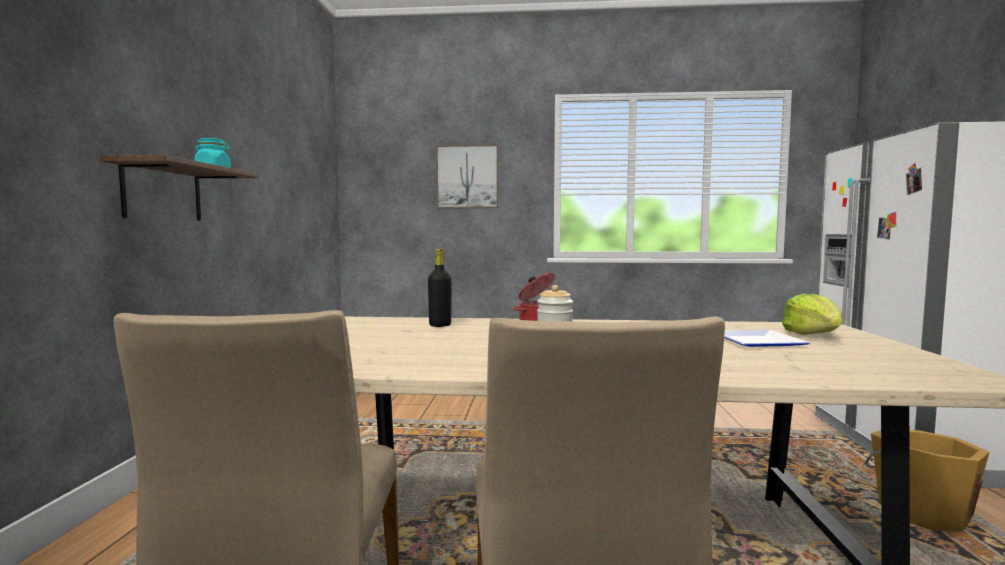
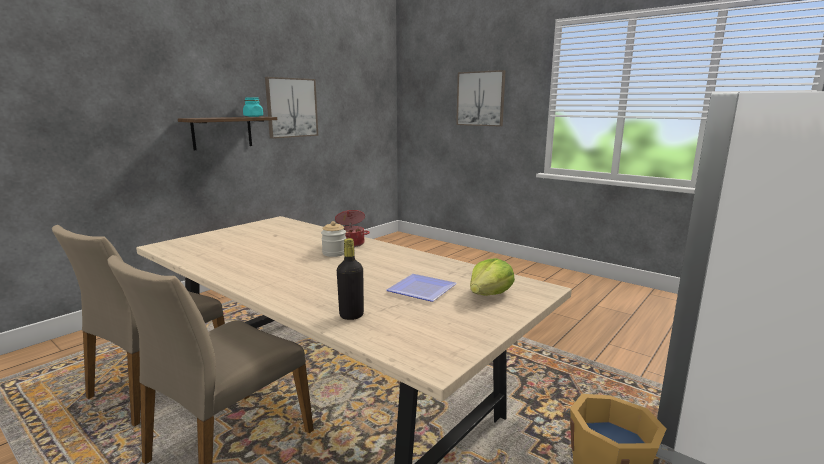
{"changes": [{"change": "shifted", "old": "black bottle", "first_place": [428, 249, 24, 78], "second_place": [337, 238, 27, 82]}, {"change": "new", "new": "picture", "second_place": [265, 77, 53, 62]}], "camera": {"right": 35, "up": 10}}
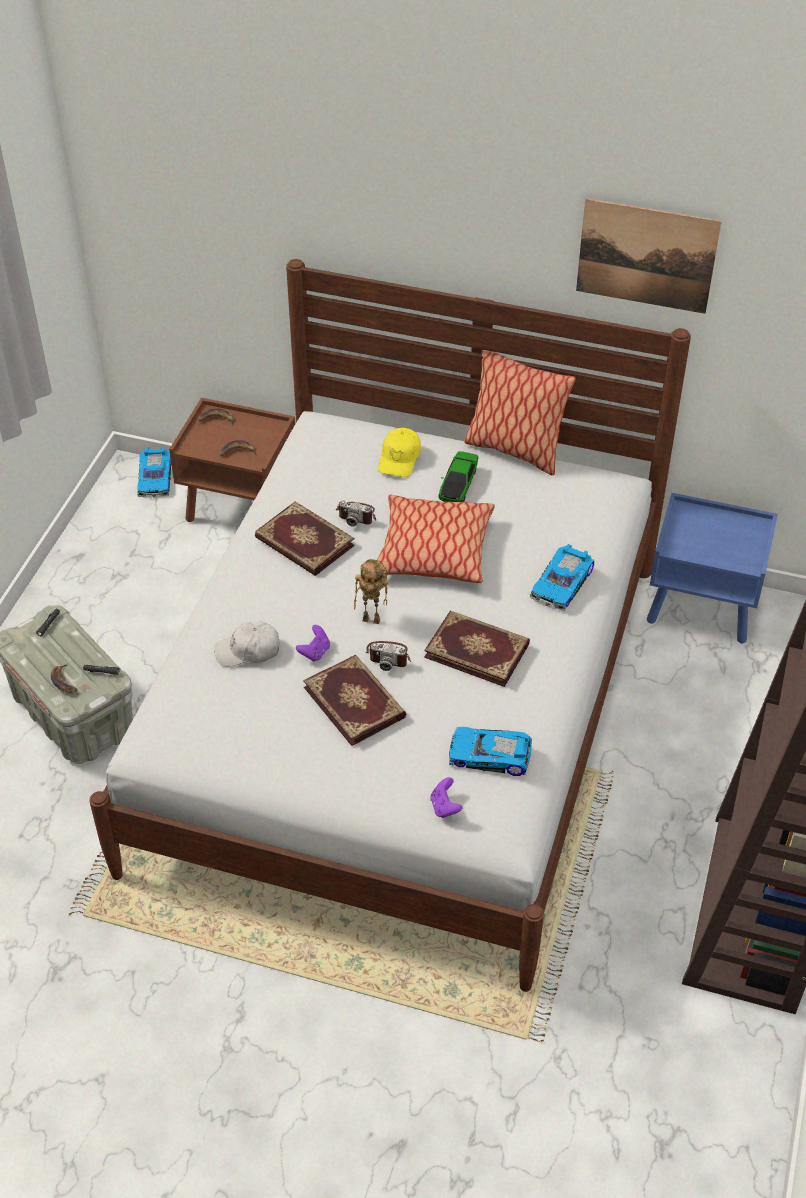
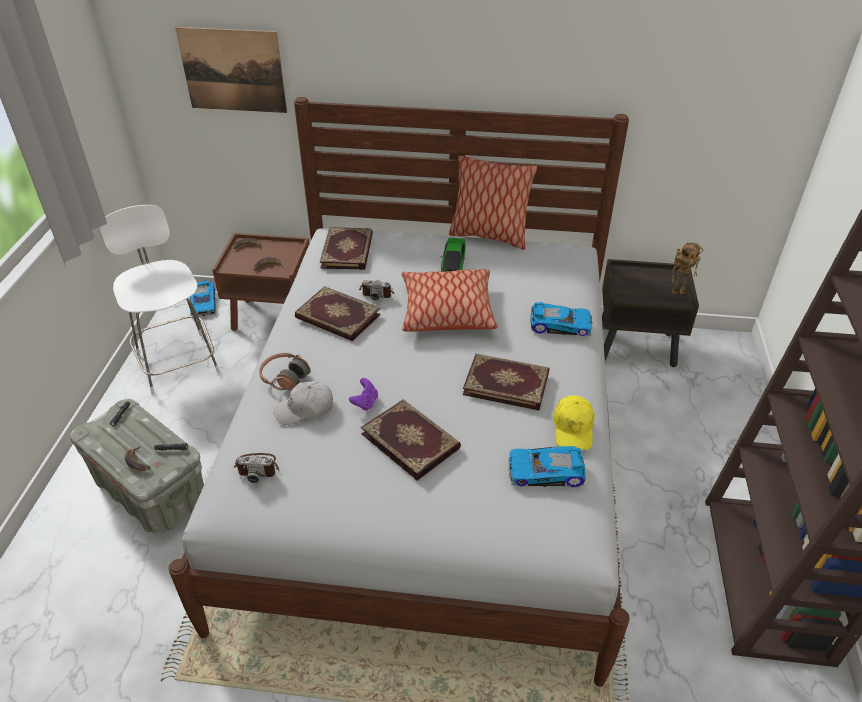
{"changes": [{"change": "shifted", "old": "picture", "first_place": [576, 198, 146, 116], "second_place": [175, 27, 112, 86]}, {"change": "shifted", "old": "yellow cap", "first_place": [378, 428, 43, 49], "second_place": [553, 395, 42, 55]}, {"change": "repainted", "old": "blue nightstand", "new": "brown nightstand", "first_place": [647, 493, 131, 150], "second_place": [602, 259, 97, 108]}, {"change": "rotated", "old": "toy car", "first_place": [530, 544, 64, 67], "second_place": [530, 302, 62, 34], "degrees": -105}, {"change": "shifted", "old": "toy robot", "first_place": [354, 559, 35, 65], "second_place": [672, 242, 31, 52]}, {"change": "shifted", "old": "photo camera", "first_place": [365, 641, 46, 30], "second_place": [234, 453, 45, 30]}, {"change": "gone", "old": "purple game controller", "first_place": [430, 777, 32, 41]}, {"change": "new", "new": "white stool", "second_place": [100, 205, 120, 190]}, {"change": "new", "new": "book", "second_place": [320, 227, 53, 43]}, {"change": "new", "new": "headphones", "second_place": [259, 353, 52, 37]}], "camera": {"right": -10, "up": -5}}
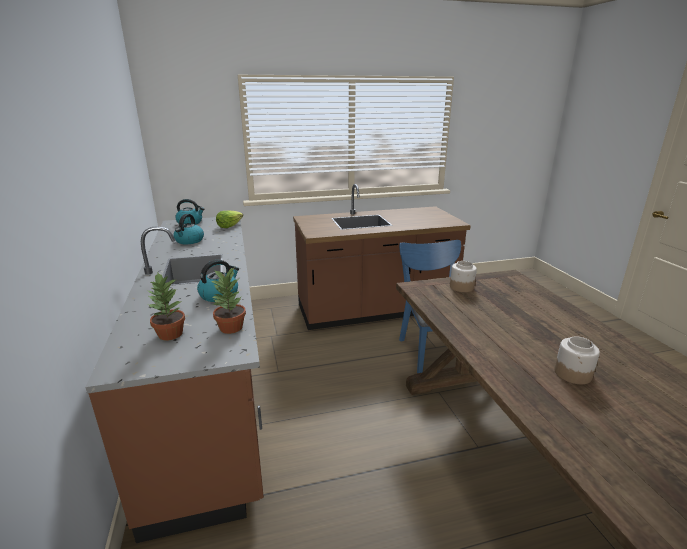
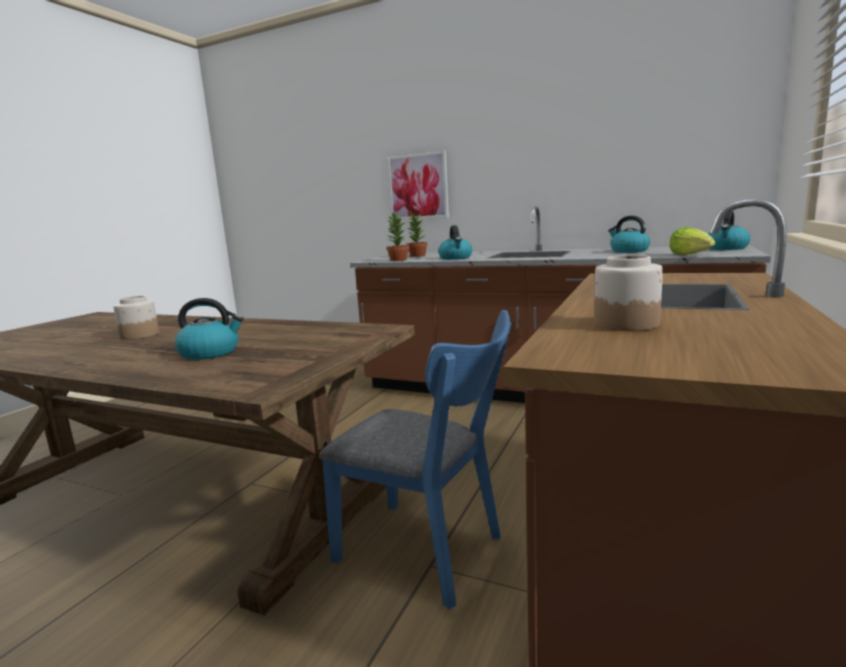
{"changes": [{"change": "shifted", "old": "jar", "first_place": [450, 261, 27, 31], "second_place": [594, 255, 69, 76]}, {"change": "new", "new": "picture", "second_place": [387, 151, 62, 70]}, {"change": "new", "new": "kettle", "second_place": [175, 298, 69, 62]}], "camera": {"right": 130, "up": -10}}
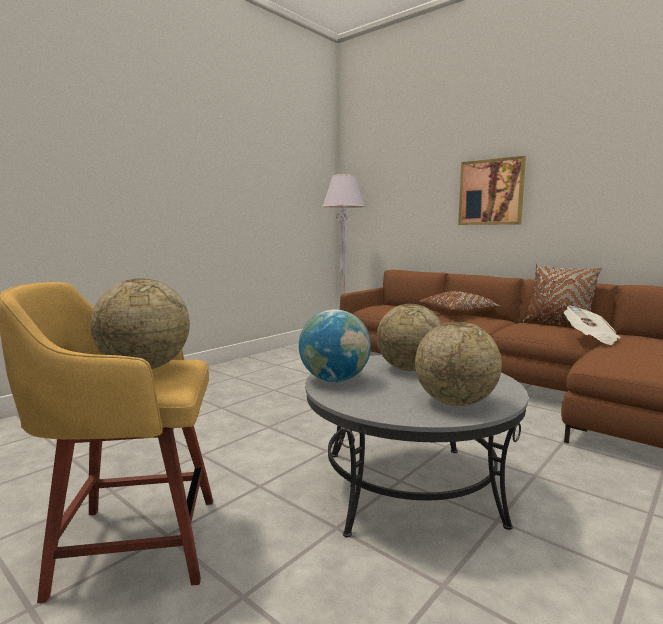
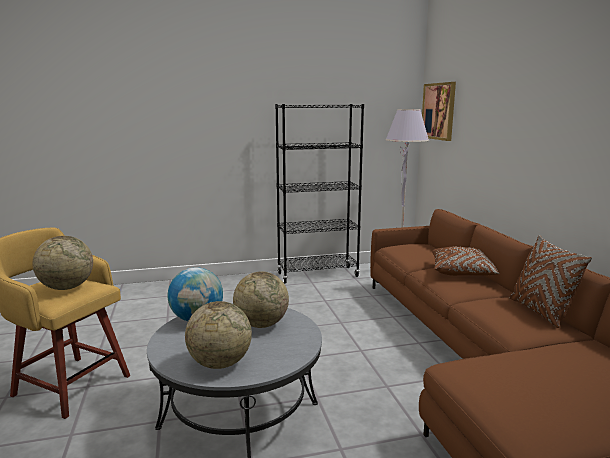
{"changes": [{"change": "shifted", "old": "picture", "first_place": [458, 156, 68, 69], "second_place": [422, 82, 34, 59]}, {"change": "gone", "old": "newspaper", "first_place": [564, 306, 56, 39]}, {"change": "new", "new": "black bookcase", "second_place": [275, 104, 89, 179]}], "camera": {"right": 35, "up": 5}}
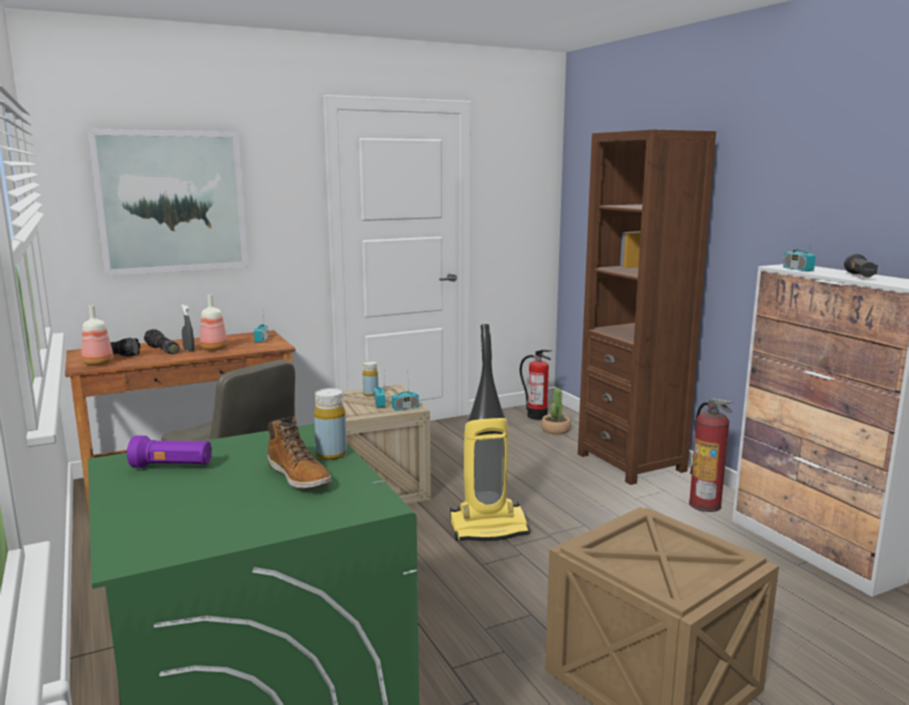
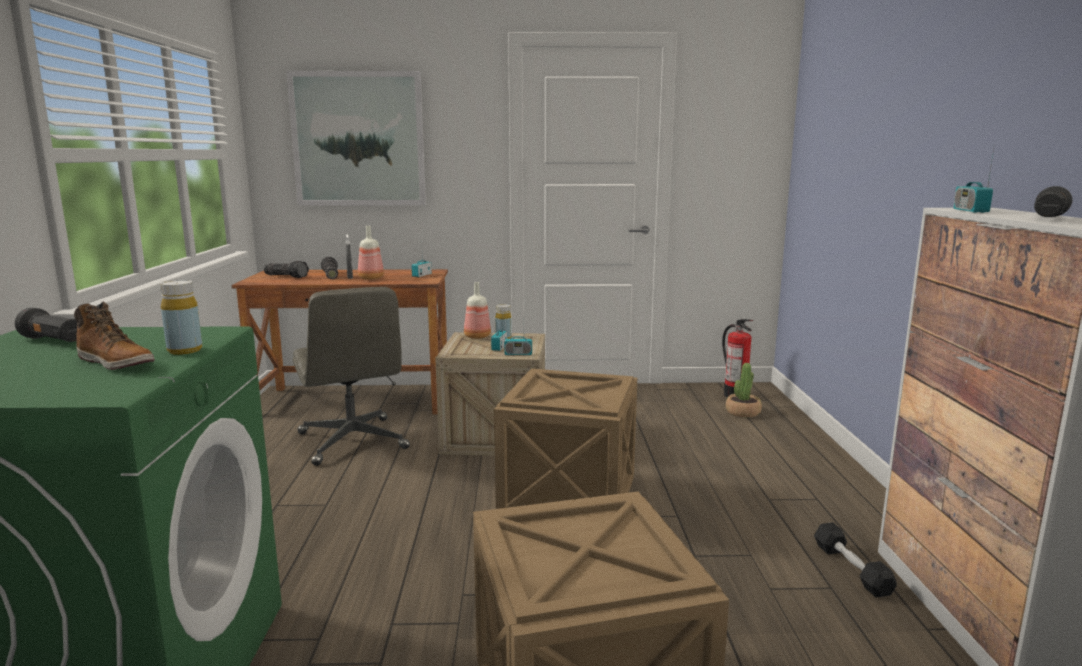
{"changes": [{"change": "gone", "old": "brown bookcase", "first_place": [578, 129, 138, 356]}, {"change": "shifted", "old": "bottle", "first_place": [81, 305, 33, 61], "second_place": [464, 282, 27, 57]}, {"change": "swapped", "old": "vacuum cleaner", "new": "crate", "first_place": [450, 324, 80, 217], "second_place": [494, 368, 143, 141]}, {"change": "gone", "old": "fire extinguisher", "first_place": [689, 398, 44, 114]}, {"change": "rotated", "old": "boot", "first_place": [268, 416, 64, 73], "second_place": [74, 301, 81, 69], "degrees": -45}, {"change": "repainted", "old": "purple flashlight", "new": "black flashlight", "first_place": [127, 436, 85, 32], "second_place": [15, 308, 62, 34]}, {"change": "new", "new": "black dumbbell", "second_place": [814, 522, 83, 76]}], "camera": {"right": 25, "up": 0}}
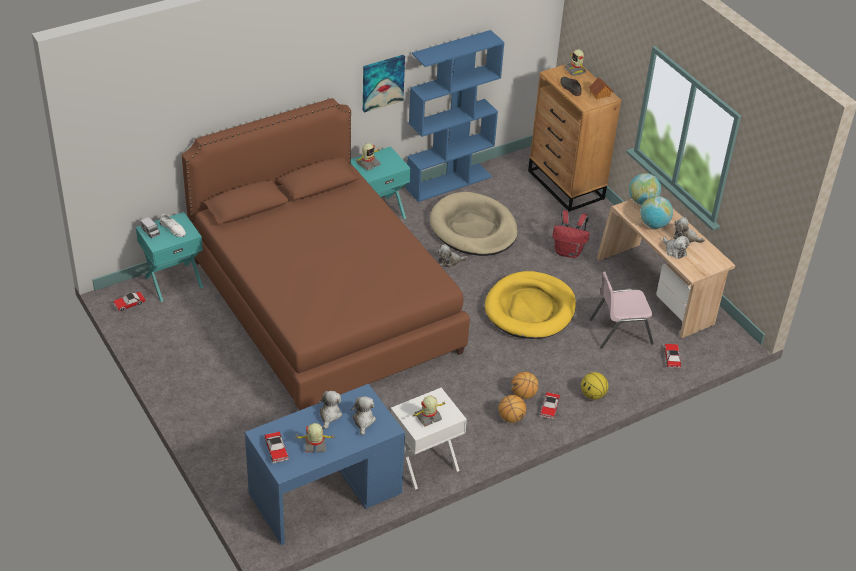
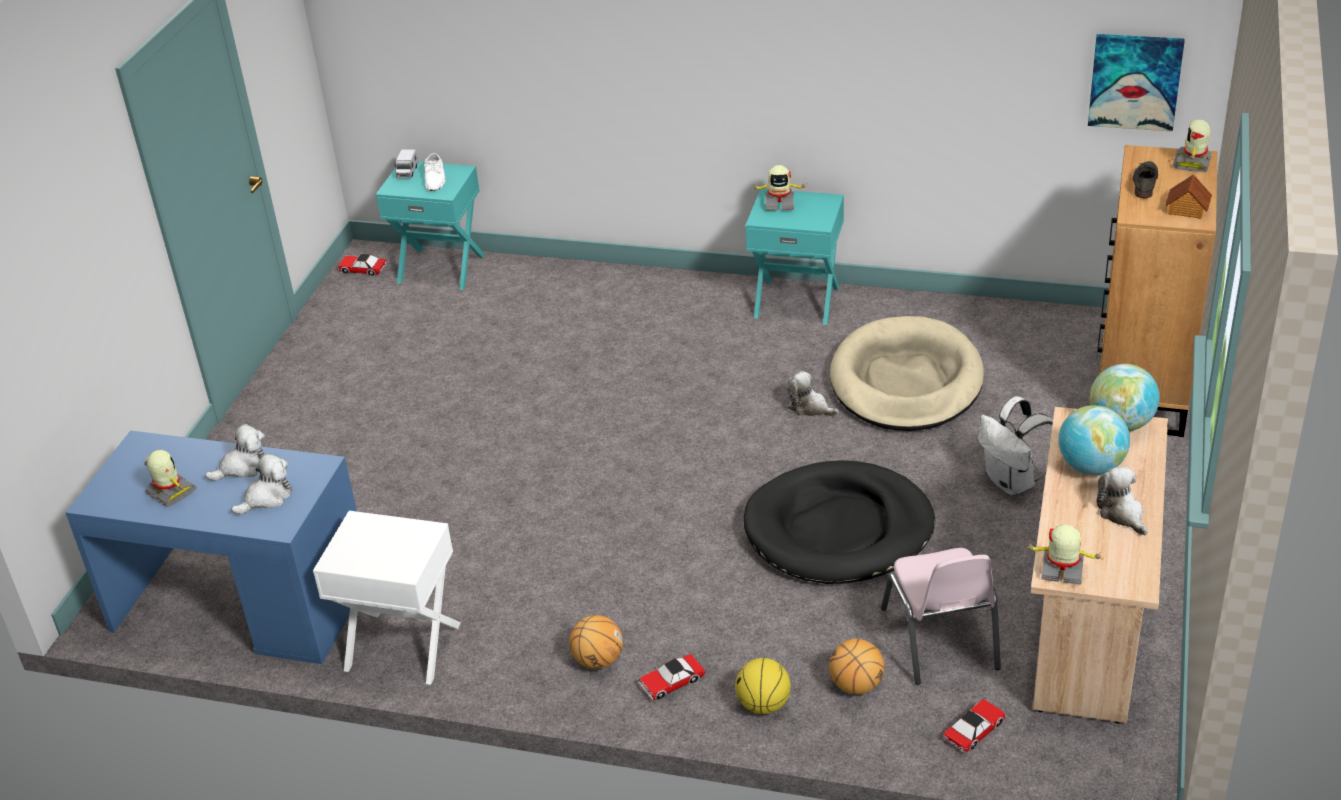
{"changes": [{"change": "gone", "old": "blue bookcase", "first_place": [406, 30, 99, 172]}, {"change": "shifted", "old": "picture", "first_place": [363, 55, 42, 58], "second_place": [1088, 34, 97, 98]}, {"change": "gone", "old": "brown bed", "first_place": [182, 98, 288, 313]}, {"change": "repainted", "old": "red backpack", "new": "white backpack", "first_place": [552, 210, 38, 48], "second_place": [978, 396, 75, 99]}, {"change": "gone", "old": "plush toy", "first_place": [663, 236, 27, 23]}, {"change": "repainted", "old": "yellow dog bed", "new": "black dog bed", "first_place": [485, 271, 91, 68], "second_place": [744, 460, 191, 124]}, {"change": "rotated", "old": "pink chair", "first_place": [590, 271, 64, 77], "second_place": [881, 548, 120, 137], "degrees": -135}, {"change": "shifted", "old": "basketball", "first_place": [511, 372, 28, 27], "second_place": [829, 639, 55, 55]}, {"change": "shifted", "old": "toy robot", "first_place": [413, 396, 33, 31], "second_place": [1025, 524, 80, 60]}, {"change": "gone", "old": "toy car", "first_place": [264, 432, 25, 31]}], "camera": {"right": 50, "up": -5}}
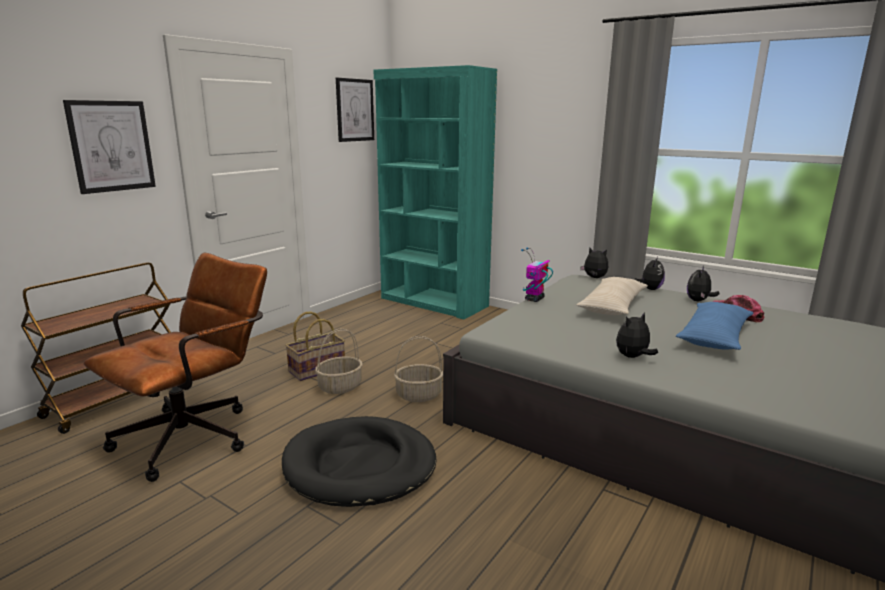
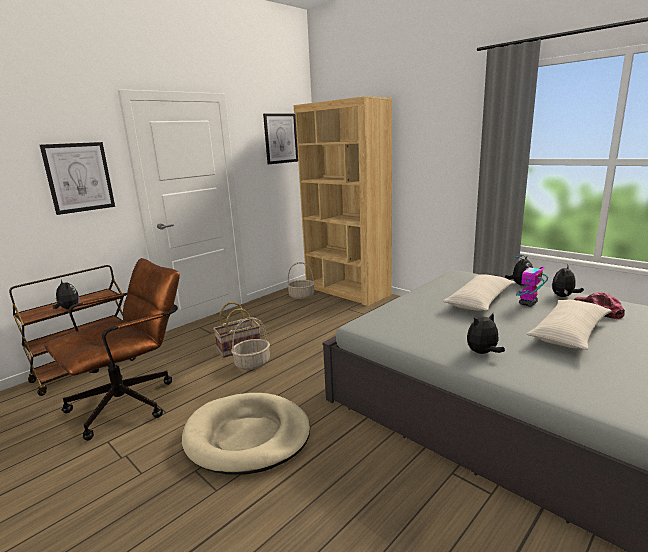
{"changes": [{"change": "repainted", "old": "turquoise bookcase", "new": "brown bookcase", "first_place": [374, 65, 123, 254], "second_place": [294, 96, 98, 210]}, {"change": "shifted", "old": "toy robot", "first_place": [521, 247, 32, 55], "second_place": [516, 255, 32, 52]}, {"change": "shifted", "old": "plush toy", "first_place": [580, 247, 28, 31], "second_place": [53, 279, 26, 30]}, {"change": "repainted", "old": "blue pillow", "new": "beige pillow", "first_place": [676, 302, 78, 48], "second_place": [527, 300, 85, 50]}, {"change": "shifted", "old": "basket", "first_place": [394, 336, 49, 66], "second_place": [287, 262, 28, 37]}, {"change": "repainted", "old": "black dog bed", "new": "beige dog bed", "first_place": [282, 416, 154, 91], "second_place": [182, 393, 128, 82]}], "camera": {"right": 10, "up": 0}}
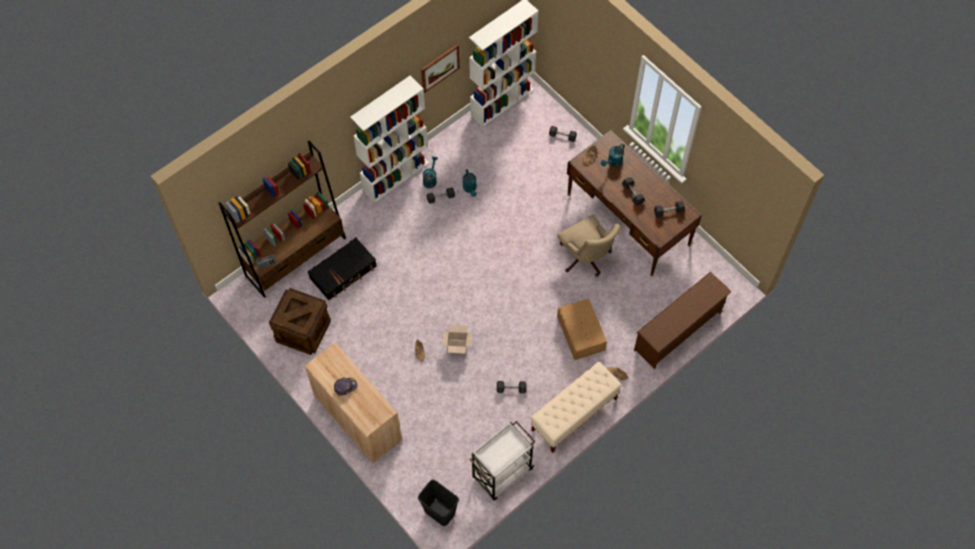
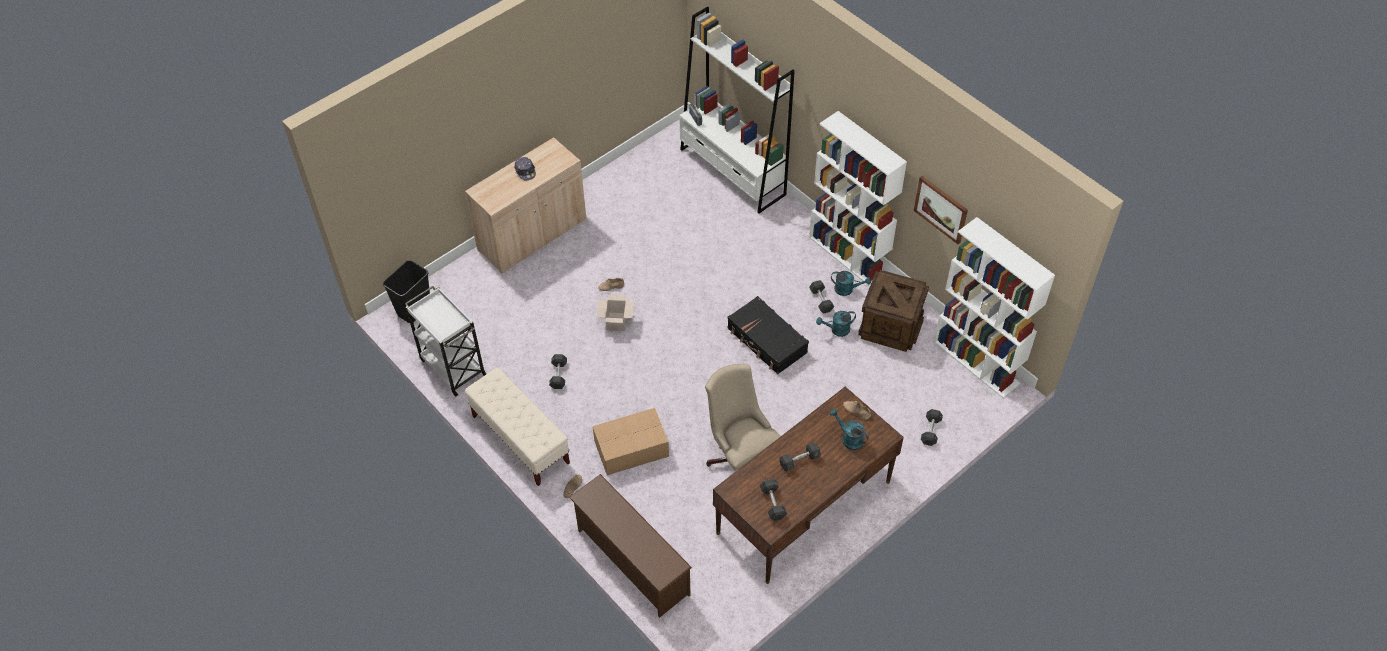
{"changes": [{"change": "repainted", "old": "brown bookcase", "new": "white bookcase", "first_place": [218, 141, 128, 157], "second_place": [679, 7, 116, 207]}, {"change": "rotated", "old": "beige office chair", "first_place": [558, 214, 62, 63], "second_place": [705, 364, 76, 107], "degrees": 90}, {"change": "shifted", "old": "black suitcase", "first_place": [308, 237, 69, 63], "second_place": [727, 296, 82, 78]}, {"change": "shifted", "old": "crate", "first_place": [269, 288, 62, 67], "second_place": [858, 270, 71, 82]}], "camera": {"right": 90, "up": -10}}
